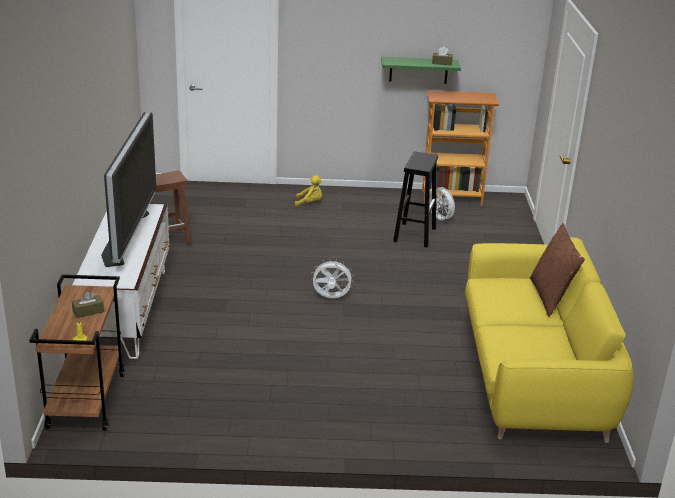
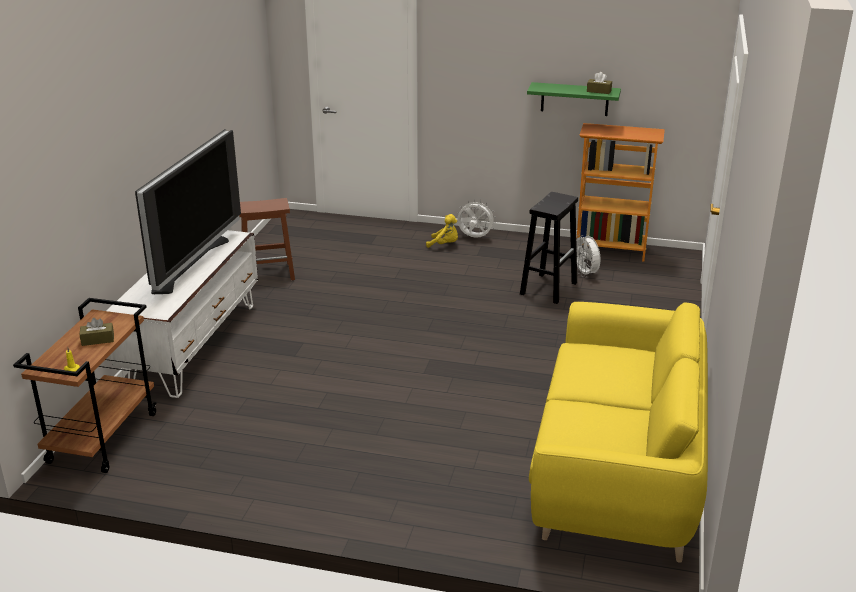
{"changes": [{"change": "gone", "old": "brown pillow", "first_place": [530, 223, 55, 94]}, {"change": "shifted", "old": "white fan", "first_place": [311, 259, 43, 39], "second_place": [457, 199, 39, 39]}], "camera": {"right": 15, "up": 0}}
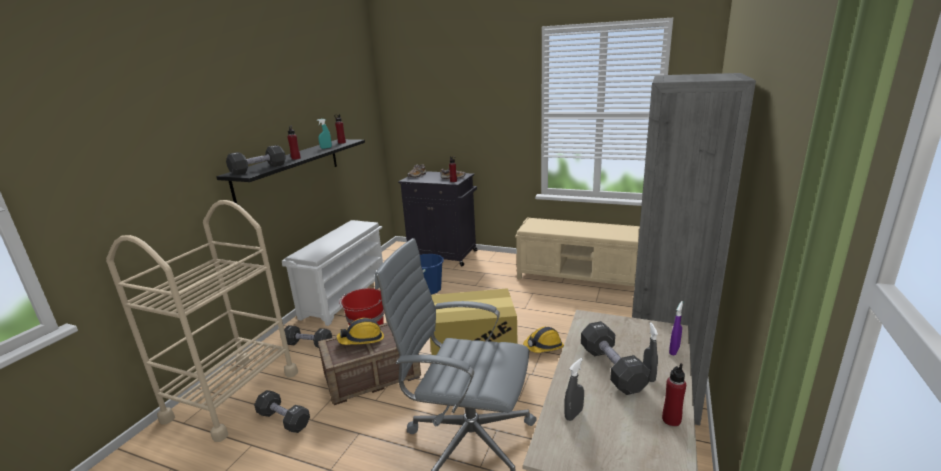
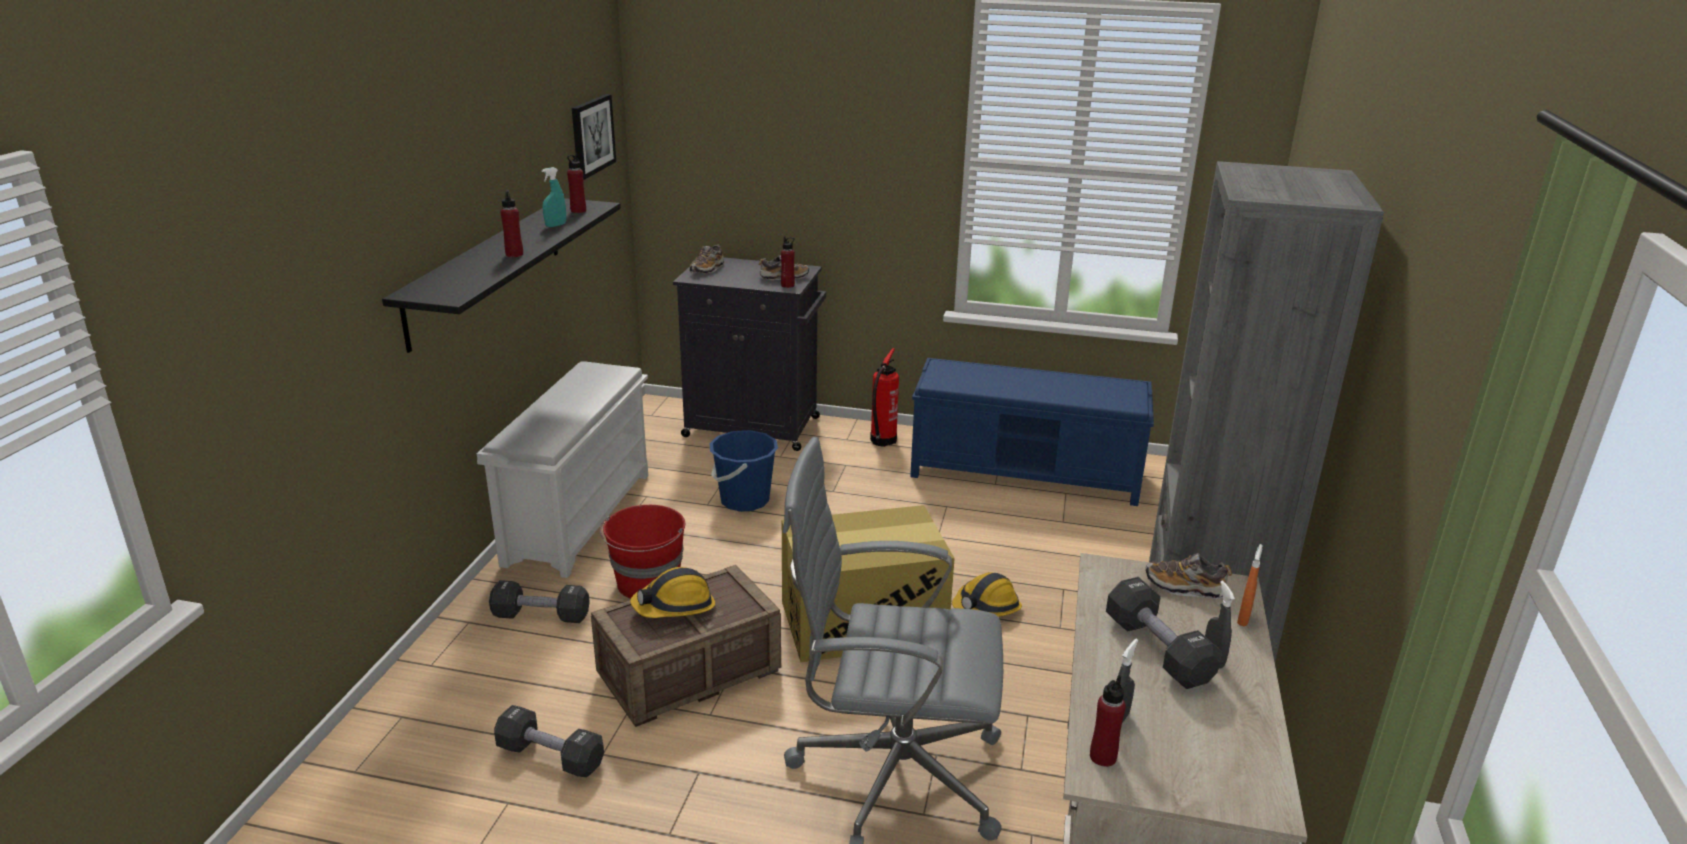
{"changes": [{"change": "gone", "old": "black dumbbell", "first_place": [226, 145, 60, 30]}, {"change": "gone", "old": "beige cart", "first_place": [106, 200, 192, 242]}, {"change": "repainted", "old": "beige bench", "new": "blue bench", "first_place": [515, 218, 125, 68], "second_place": [910, 358, 244, 148]}, {"change": "repainted", "old": "purple spray bottle", "new": "orange spray bottle", "first_place": [669, 301, 14, 55], "second_place": [1237, 544, 26, 82]}, {"change": "shifted", "old": "red bottle", "first_place": [662, 363, 24, 63], "second_place": [1090, 675, 36, 92]}, {"change": "new", "new": "picture", "second_place": [572, 94, 44, 86]}, {"change": "new", "new": "fire extinguisher", "second_place": [870, 348, 29, 99]}, {"change": "new", "new": "shoe", "second_place": [1145, 553, 87, 46]}], "camera": {"right": -10, "up": 5}}
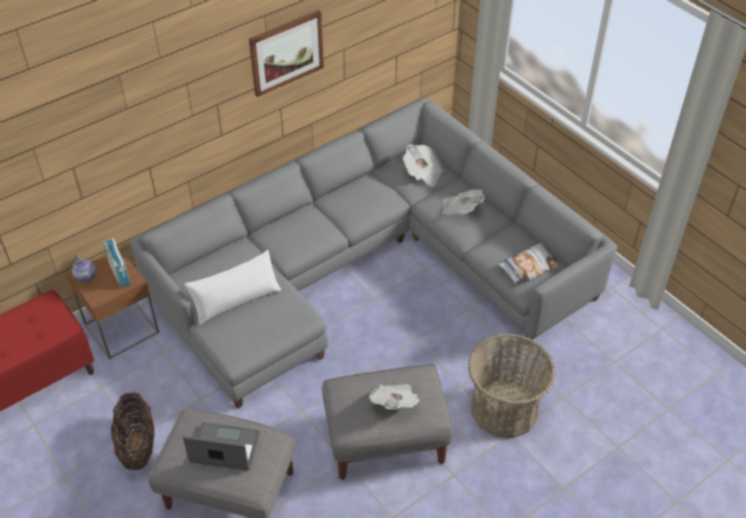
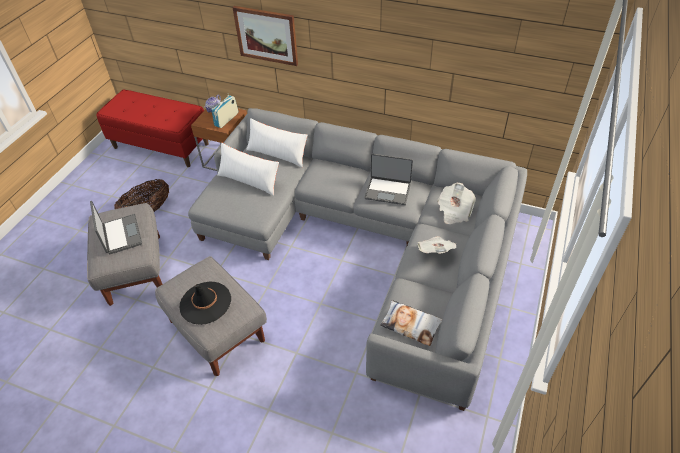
{"changes": [{"change": "shifted", "old": "picture", "first_place": [249, 10, 75, 87], "second_place": [232, 6, 66, 60]}, {"change": "gone", "old": "basket", "first_place": [468, 333, 88, 105]}, {"change": "swapped", "old": "newspaper", "new": "black hat", "first_place": [369, 384, 51, 25], "second_place": [180, 282, 51, 43]}, {"change": "new", "new": "white pillow", "second_place": [246, 118, 61, 49]}, {"change": "new", "new": "laptop", "second_place": [364, 154, 49, 51]}], "camera": {"right": 60, "up": 0}}
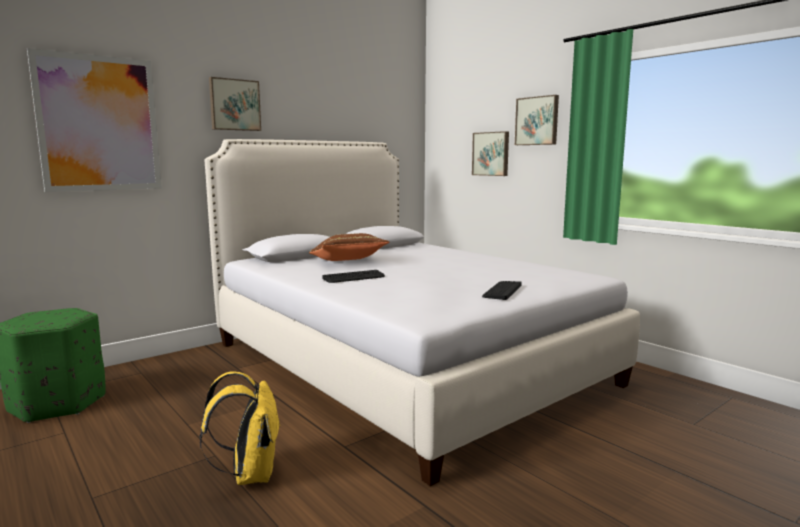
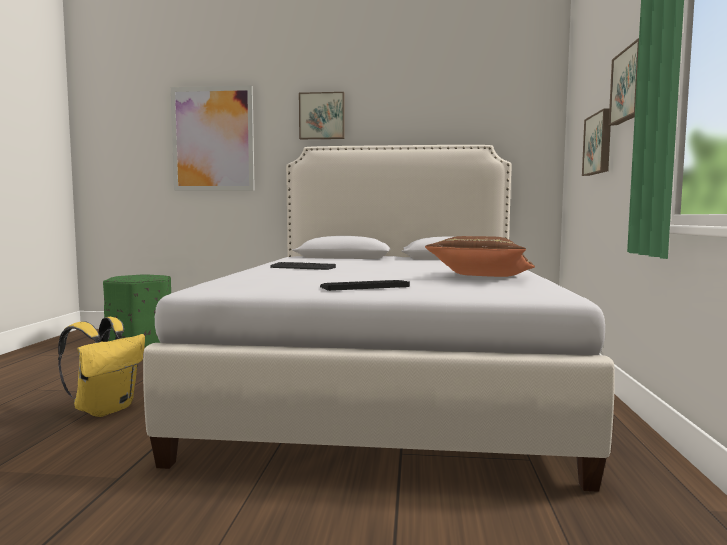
{"changes": [{"change": "shifted", "old": "brown pillow", "first_place": [309, 233, 81, 28], "second_place": [425, 236, 110, 41]}], "camera": {"right": 45, "up": -5}}
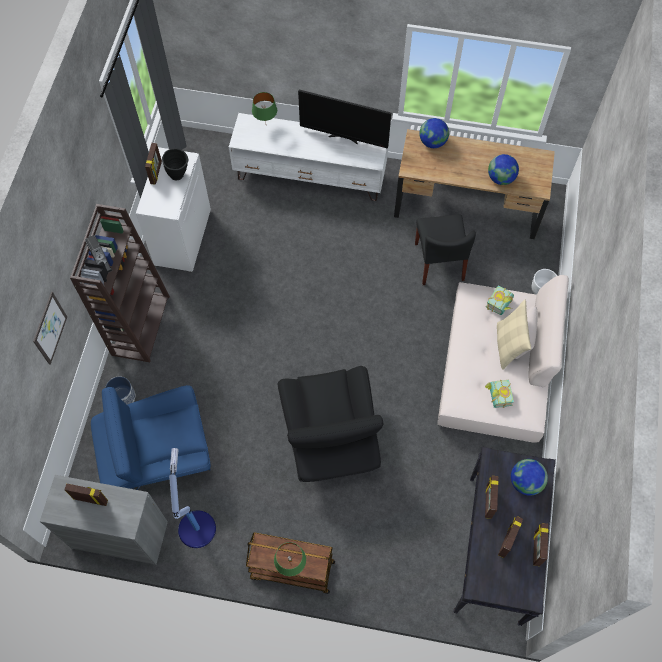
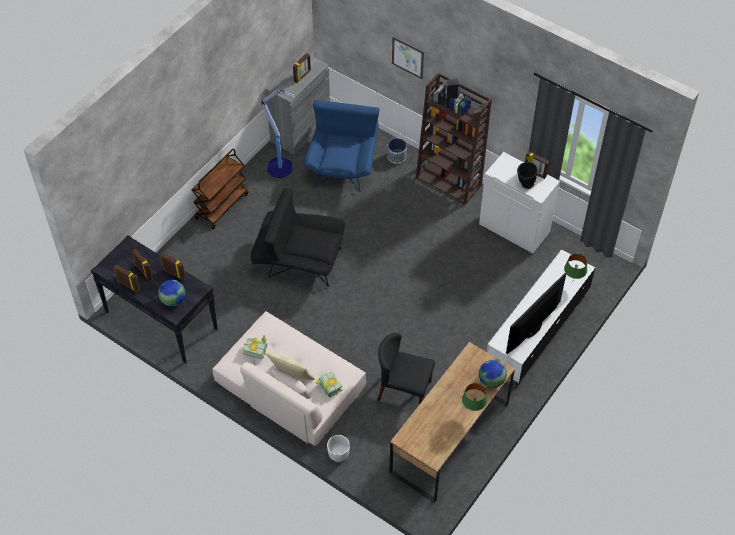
{"changes": [{"change": "gone", "old": "globe", "first_place": [488, 154, 31, 31]}, {"change": "shifted", "old": "green table lamp", "first_place": [274, 542, 32, 34], "second_place": [462, 383, 25, 28]}], "camera": {"right": 115, "up": -10}}
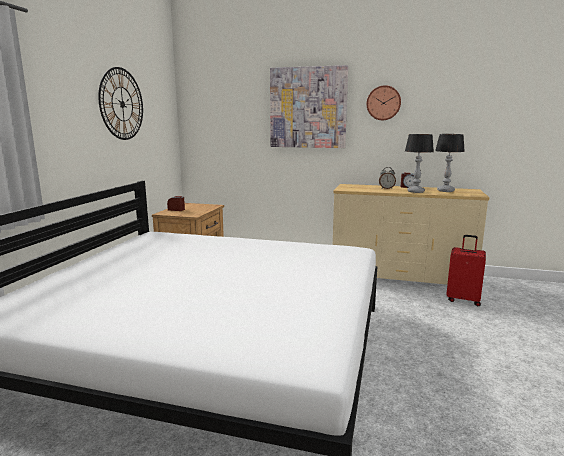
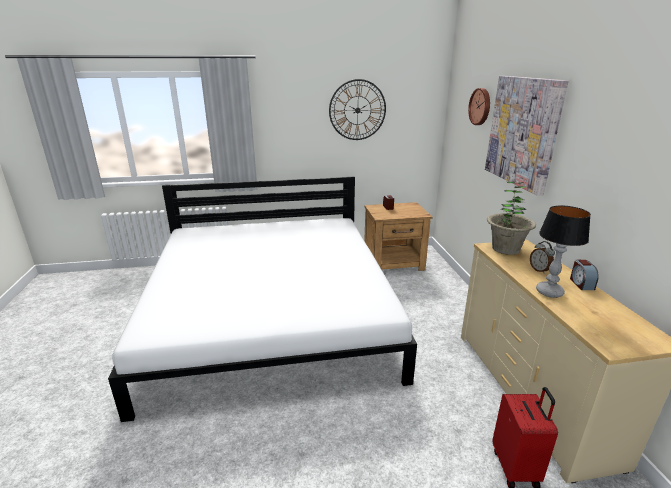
{"changes": [{"change": "shifted", "old": "wall clock", "first_place": [367, 85, 34, 35], "second_place": [468, 88, 22, 37]}, {"change": "gone", "old": "table lamp", "first_place": [435, 134, 30, 58]}, {"change": "new", "new": "potted plant", "second_place": [487, 181, 49, 74]}], "camera": {"right": 65, "up": 10}}
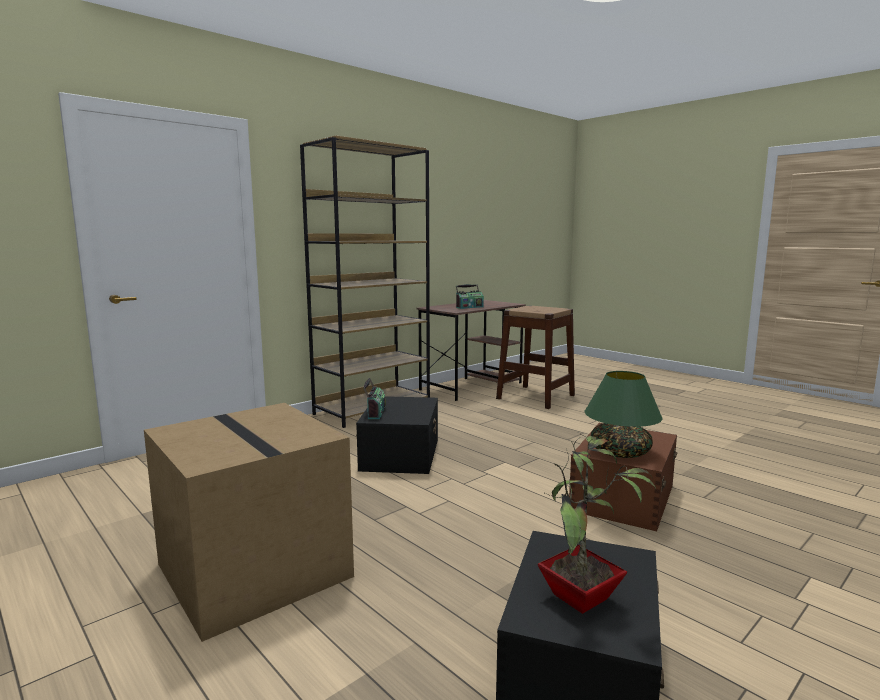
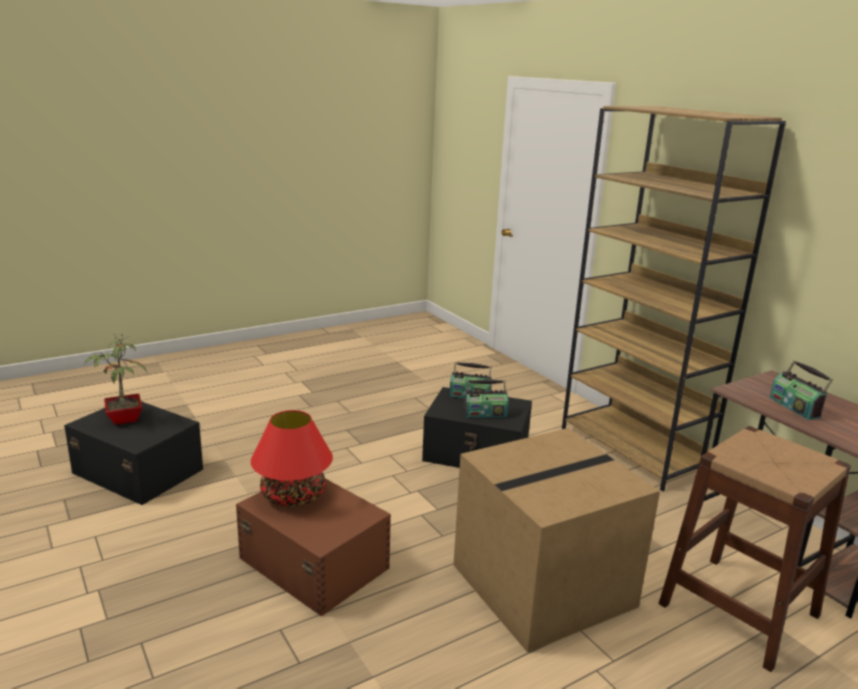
{"changes": [{"change": "repainted", "old": "green table lamp", "new": "red table lamp", "first_place": [585, 371, 78, 87], "second_place": [251, 410, 82, 97]}, {"change": "shifted", "old": "cardboard box", "first_place": [144, 403, 210, 239], "second_place": [453, 428, 207, 224]}, {"change": "new", "new": "radio", "second_place": [464, 379, 45, 39]}], "camera": {"right": 100, "up": 10}}
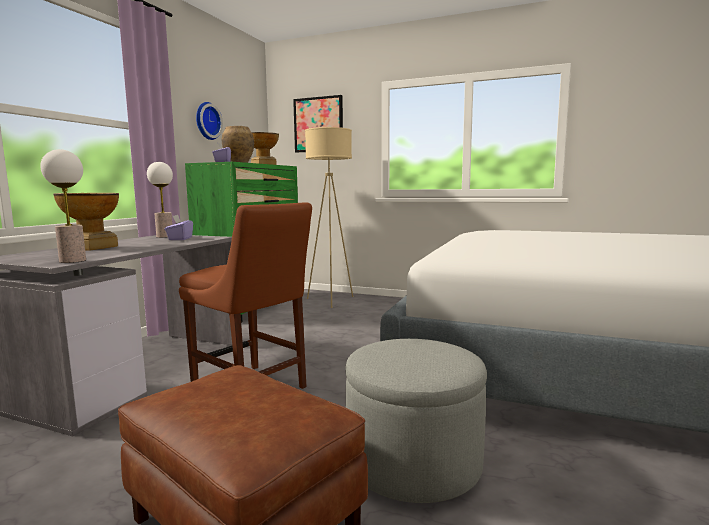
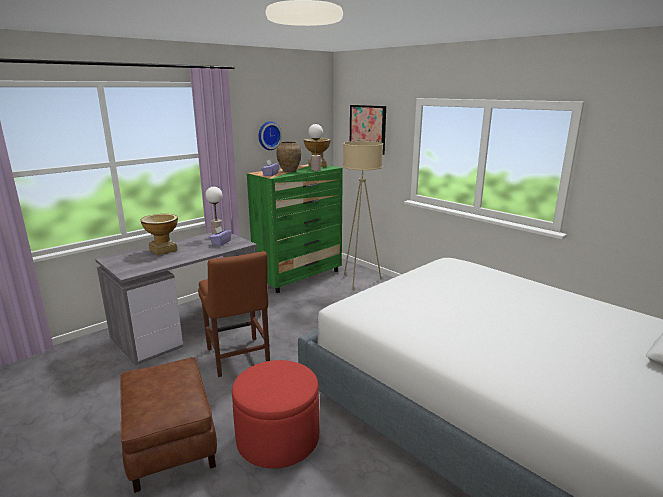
{"changes": [{"change": "shifted", "old": "table lamp", "first_place": [40, 149, 46, 114], "second_place": [308, 124, 15, 47]}, {"change": "repainted", "old": "grey ottoman", "new": "red ottoman", "first_place": [345, 339, 142, 164], "second_place": [232, 360, 87, 108]}], "camera": {"right": 25, "up": 10}}
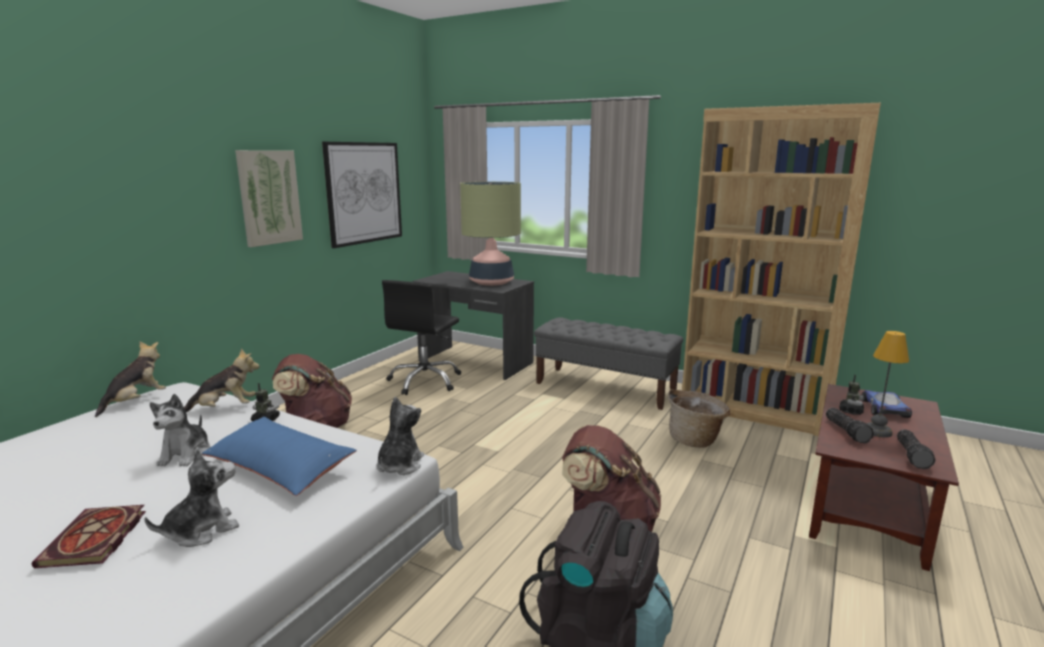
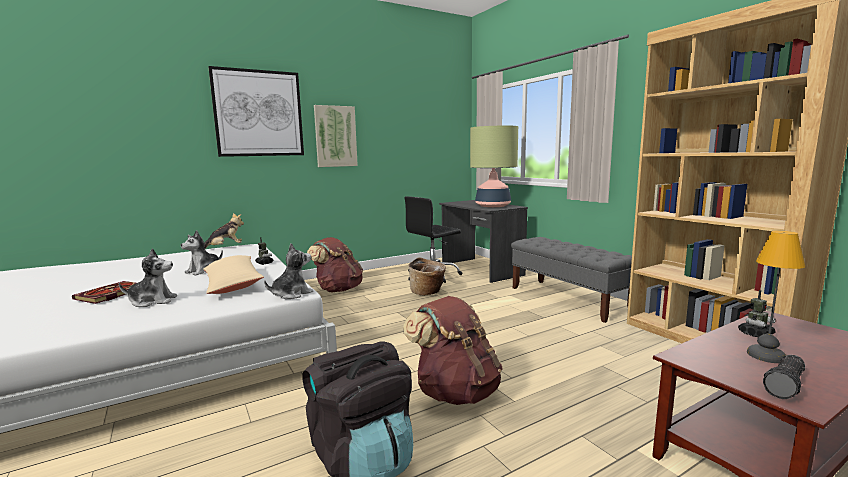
{"changes": [{"change": "shifted", "old": "picture", "first_place": [322, 142, 80, 106], "second_place": [208, 66, 96, 91]}, {"change": "gone", "old": "plush toy", "first_place": [184, 349, 76, 63]}, {"change": "shifted", "old": "basket", "first_place": [668, 389, 62, 59], "second_place": [408, 257, 38, 39]}, {"change": "gone", "old": "toy car", "first_place": [862, 390, 50, 28]}, {"change": "gone", "old": "flashlight", "first_place": [826, 408, 48, 36]}, {"change": "repainted", "old": "blue pillow", "new": "beige pillow", "first_place": [202, 417, 155, 79], "second_place": [203, 255, 61, 39]}], "camera": {"right": 30, "up": -5}}
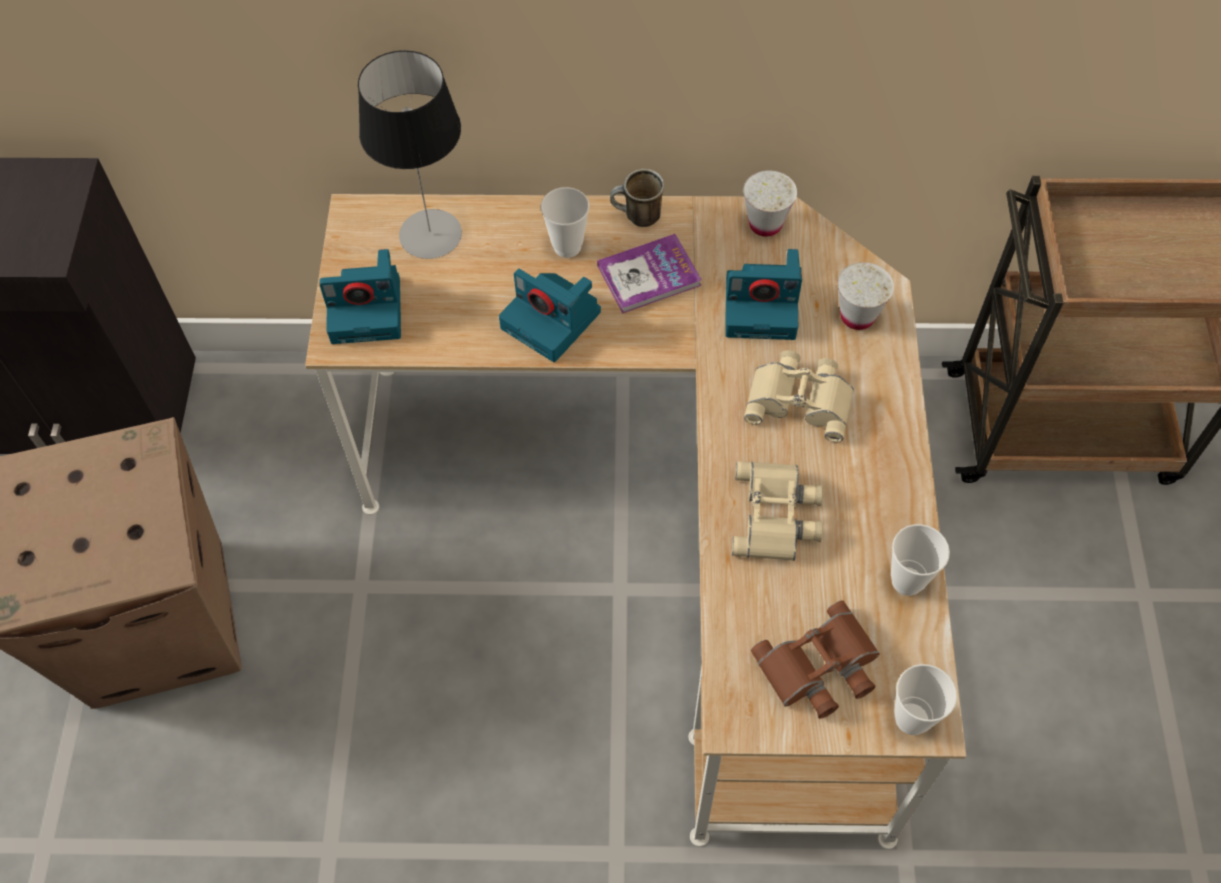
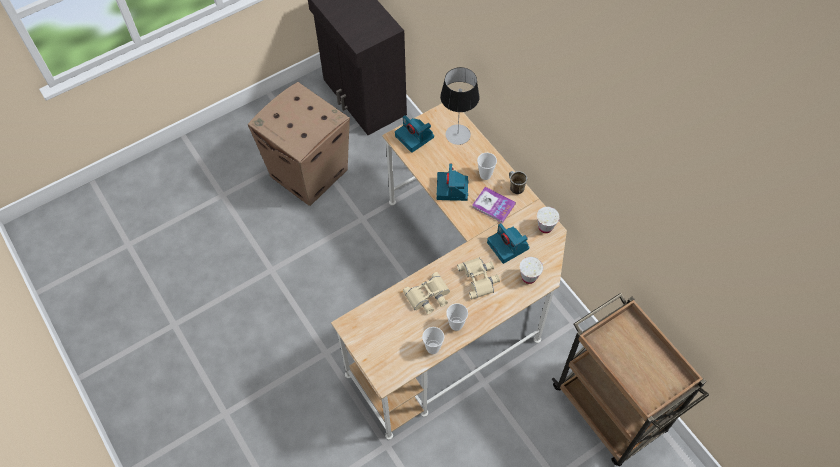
{"changes": [{"change": "gone", "old": "brown binoculars", "first_place": [751, 600, 129, 118]}, {"change": "shifted", "old": "cup", "first_place": [894, 664, 63, 71], "second_place": [446, 303, 22, 28]}], "camera": {"right": 55, "up": 0}}
